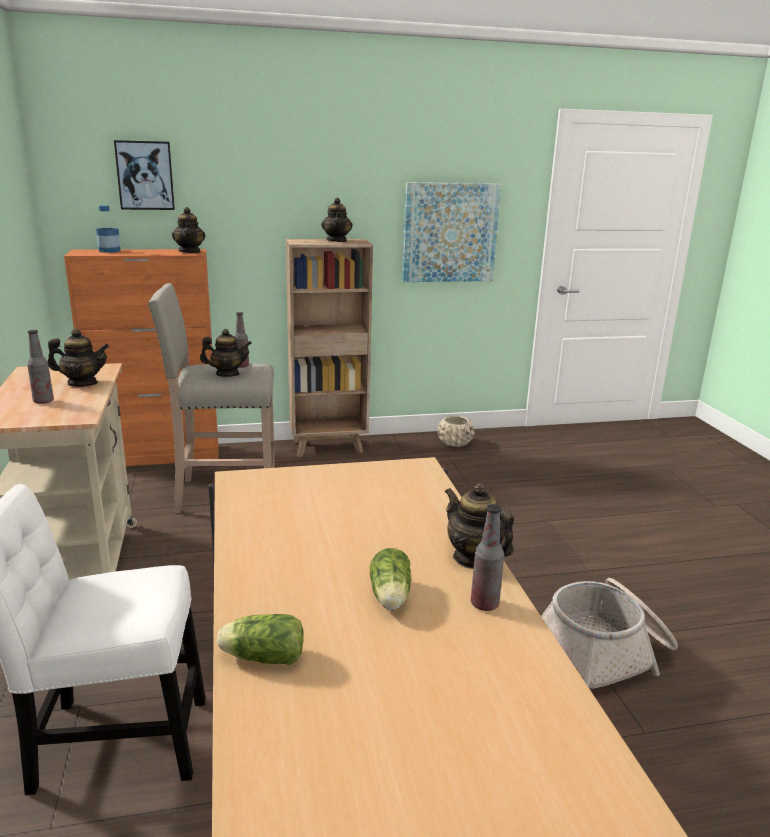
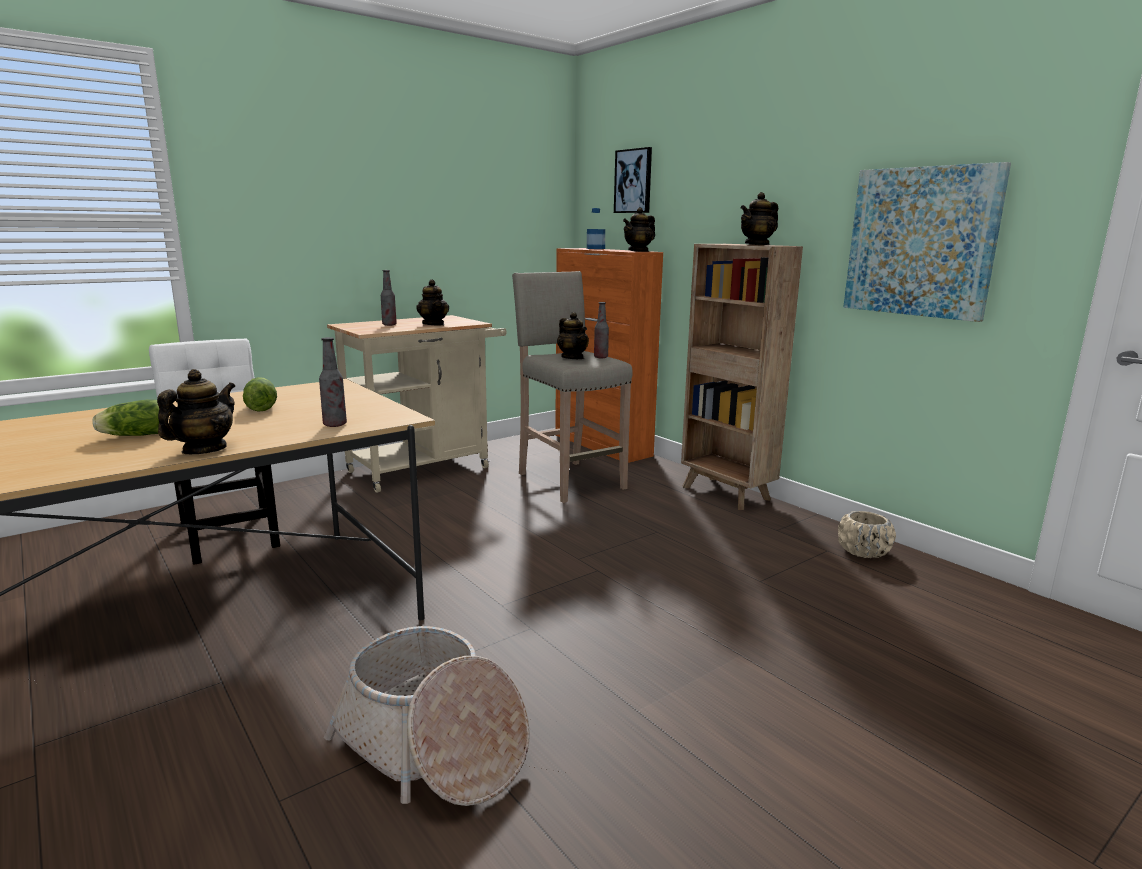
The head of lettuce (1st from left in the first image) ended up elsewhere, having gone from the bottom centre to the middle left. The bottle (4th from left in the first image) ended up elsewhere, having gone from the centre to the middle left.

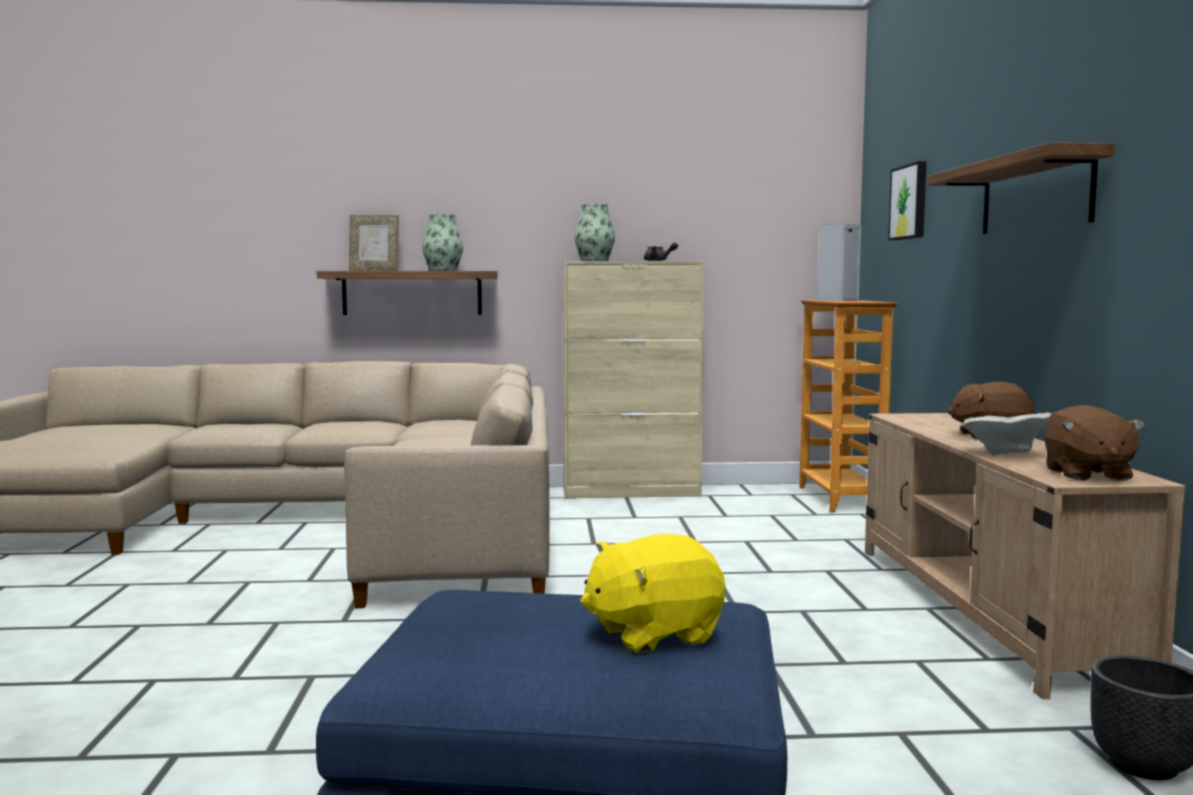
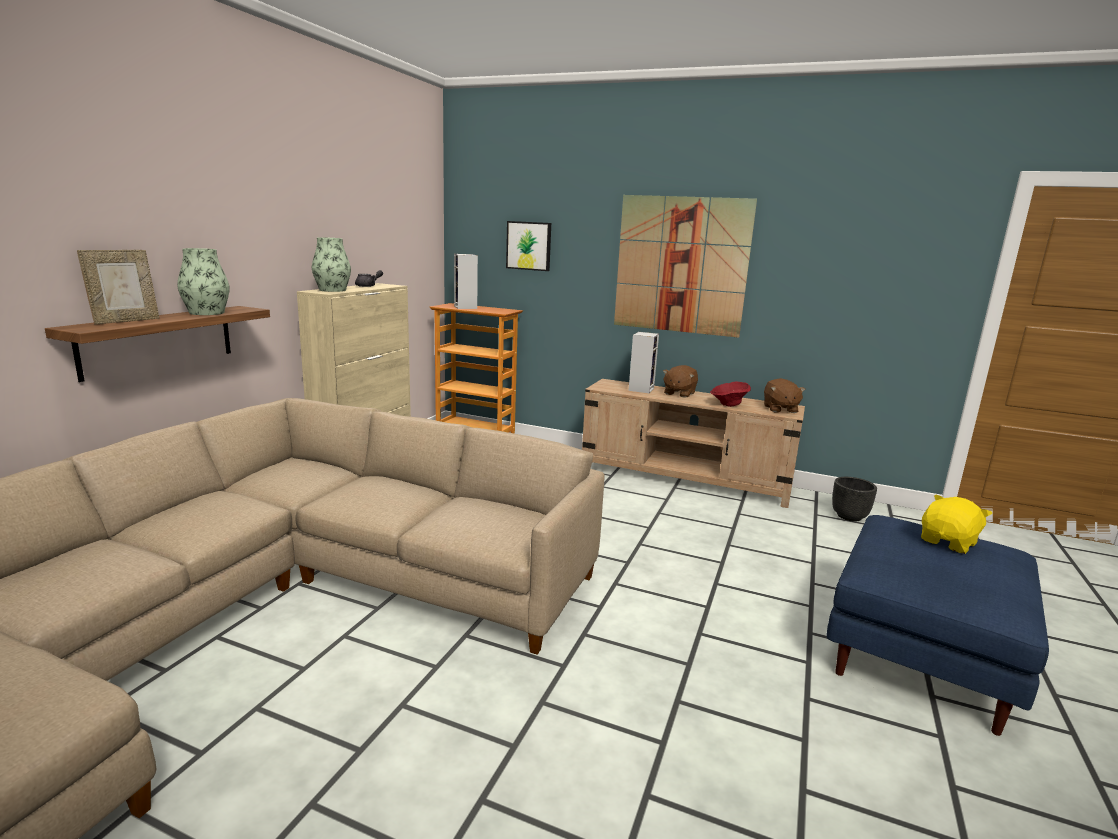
The second view gained the loudspeaker (2nd from left) at the centre. Where the wall shelf (2nd from left) hung at the top right, the wall picture (2nd from left) came to hang at the top centre. What was the sand-coloured bowl at the middle right turned into the red-coloured bowl at the centre. The yellow soft toy at the bottom centre ended up facing another way, 135 degrees counterclockwise from before. The brown-coloured soft toy (2nd from left) at the middle right ended up facing another way, 60 degrees clockwise from before.

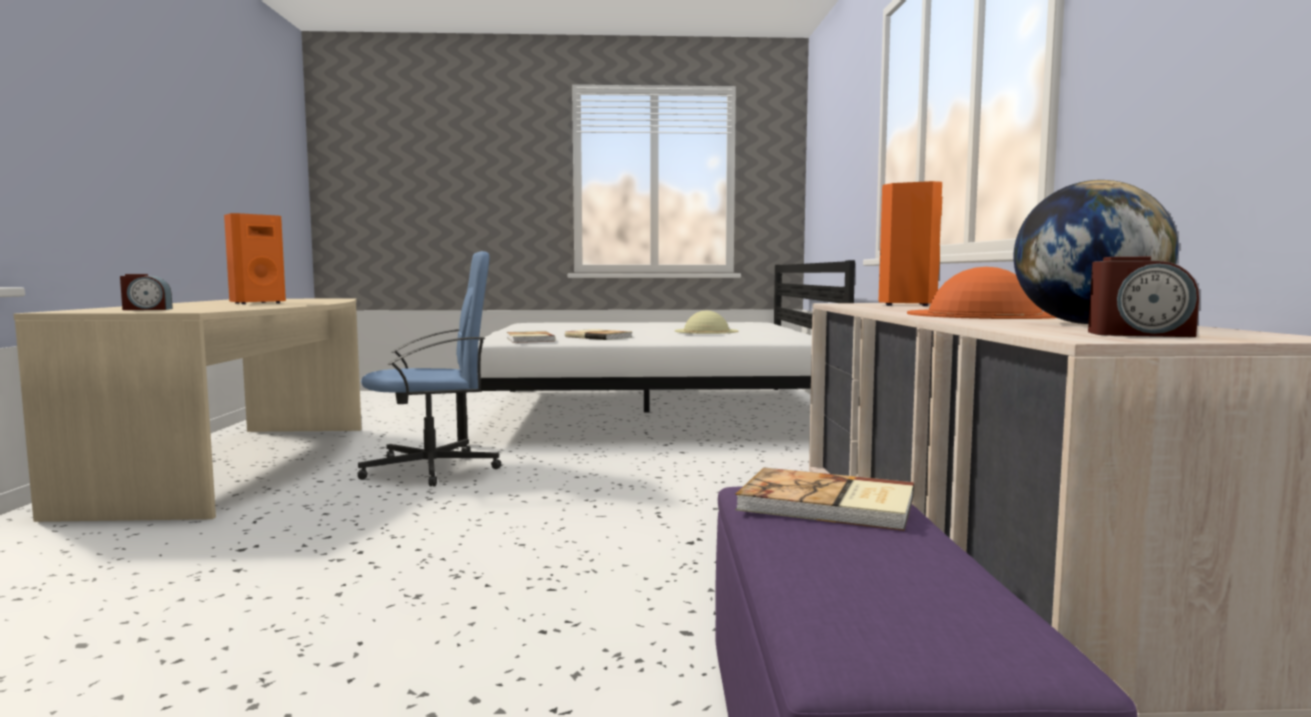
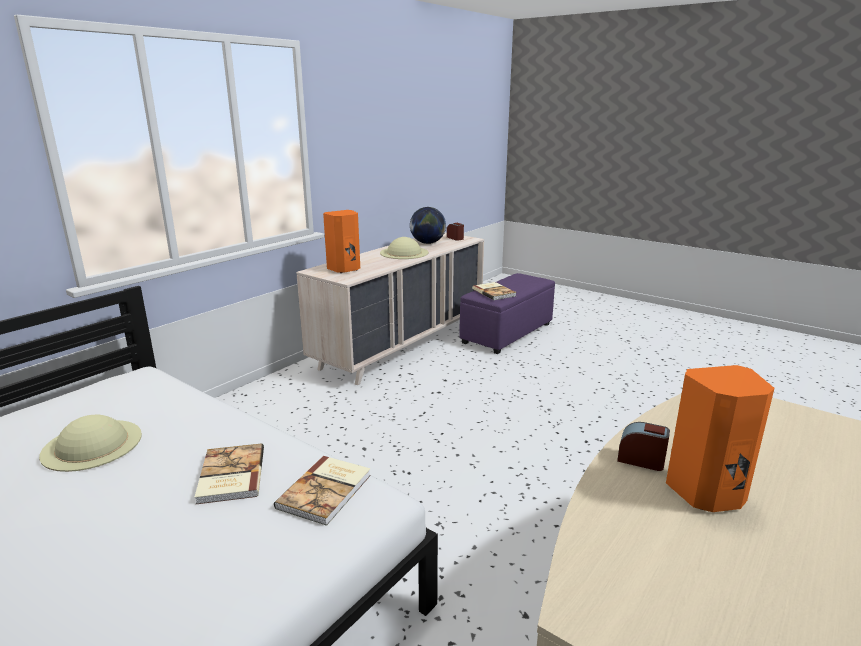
The second view lost the blue office chair at the middle left. The bedside clock (1st from left in the first image) ended up elsewhere, having gone from the middle left to the bottom right. What was the orangey wearable hat at the middle right turned into the sand-coloured wearable hat (2nd from left) at the centre.

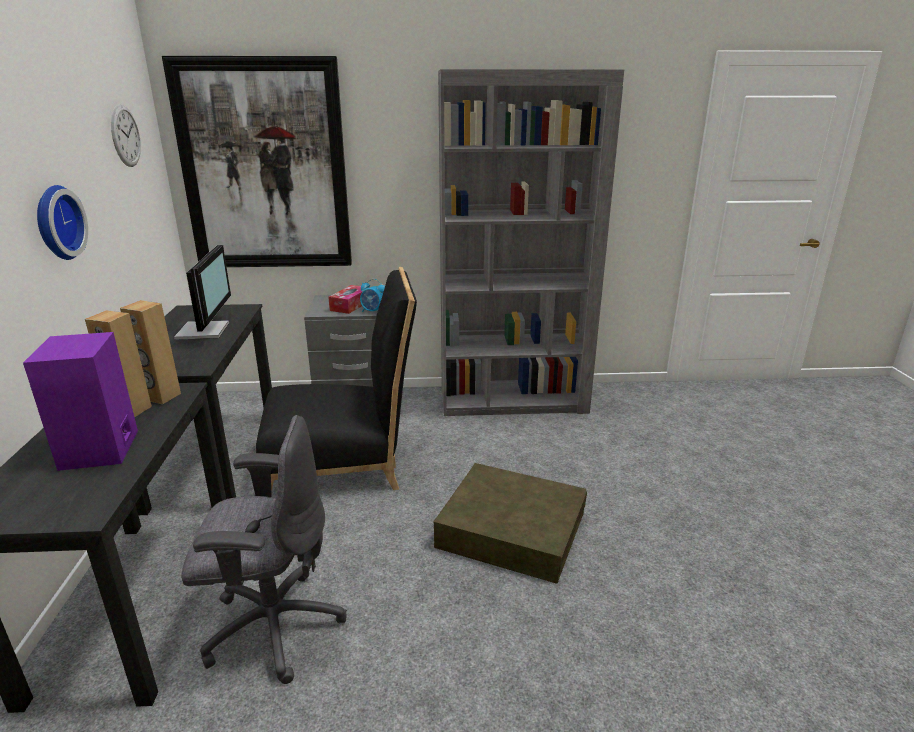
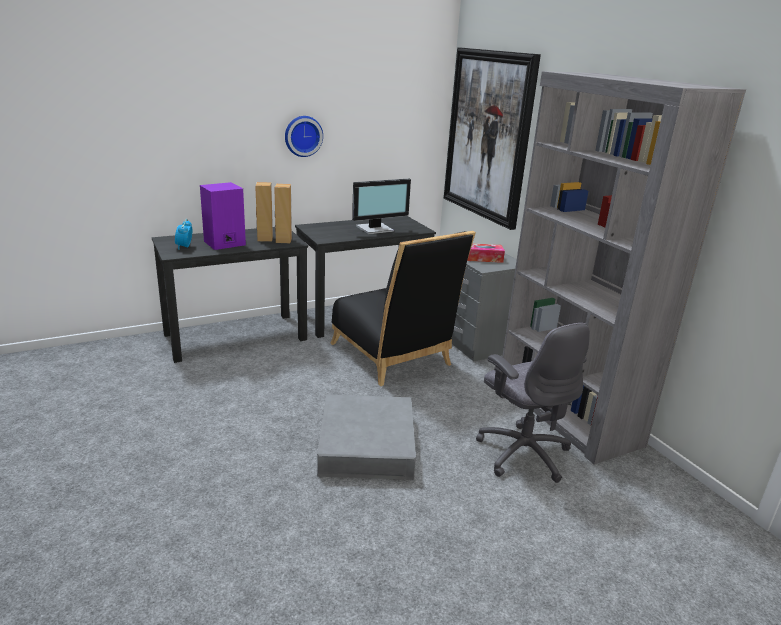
The second view lost the clock on the wall (2nd from left) at the top left. The greyish office chair ended up elsewhere, having gone from the bottom left to the middle right. The bedside clock ended up elsewhere, having gone from the centre to the middle left. What was the brown-coloured storage box at the bottom centre turned into the greyish storage box at the bottom centre.

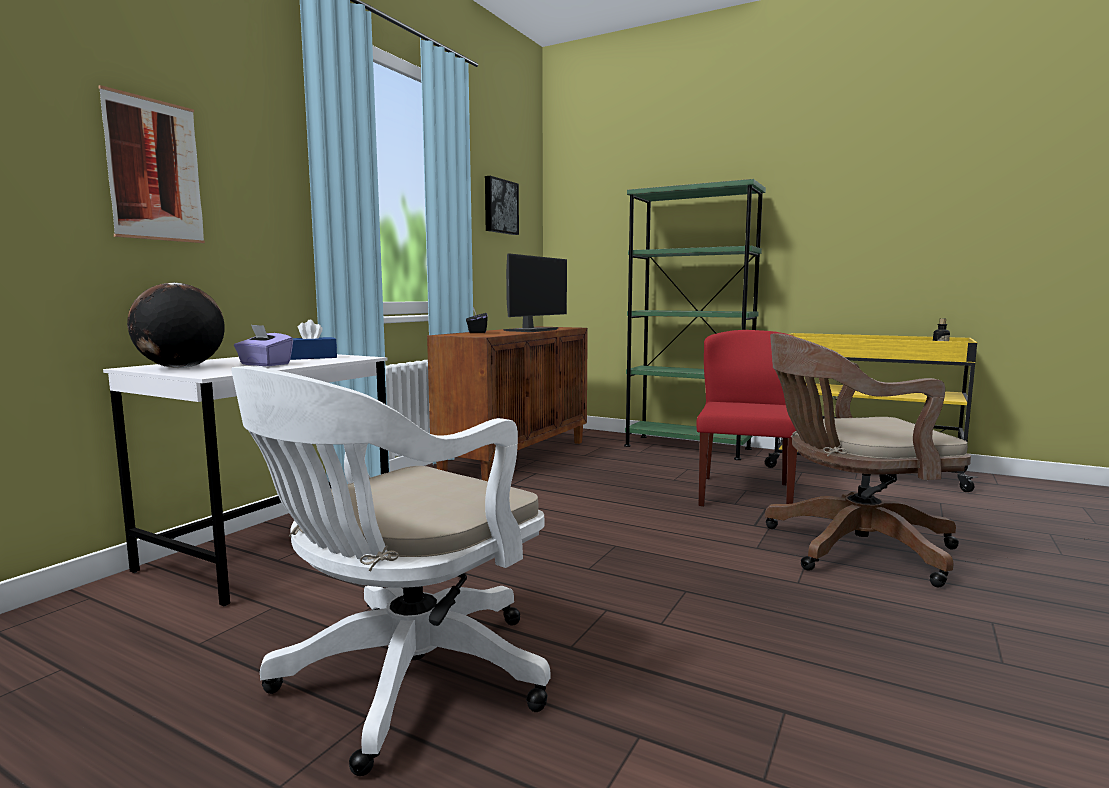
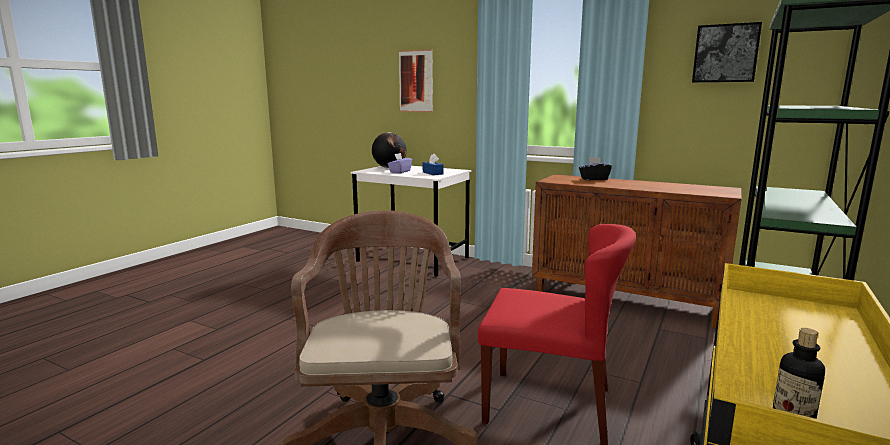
The second view lost the white-coloured office chair at the bottom centre. The second view lost the computer display at the centre.

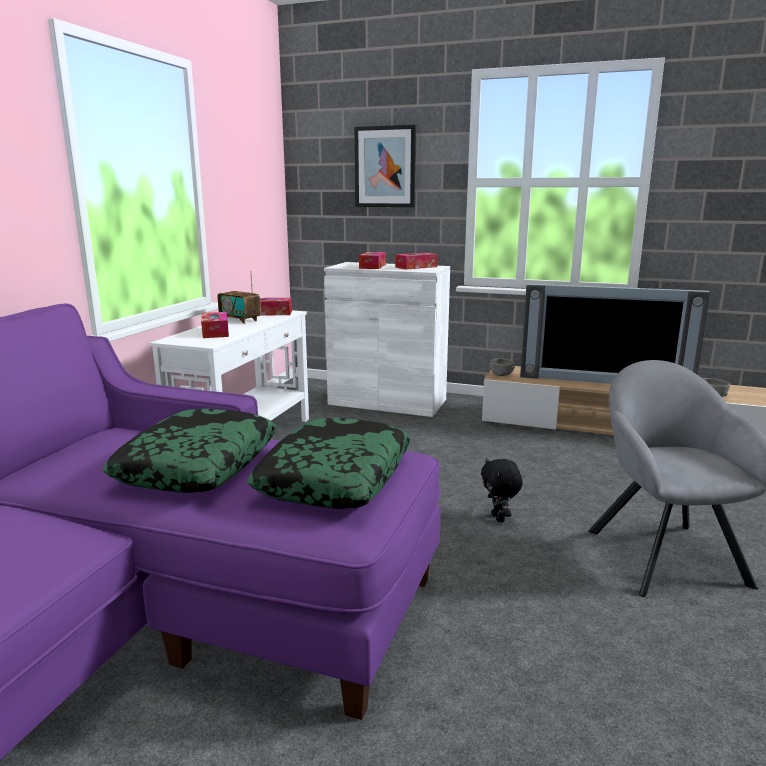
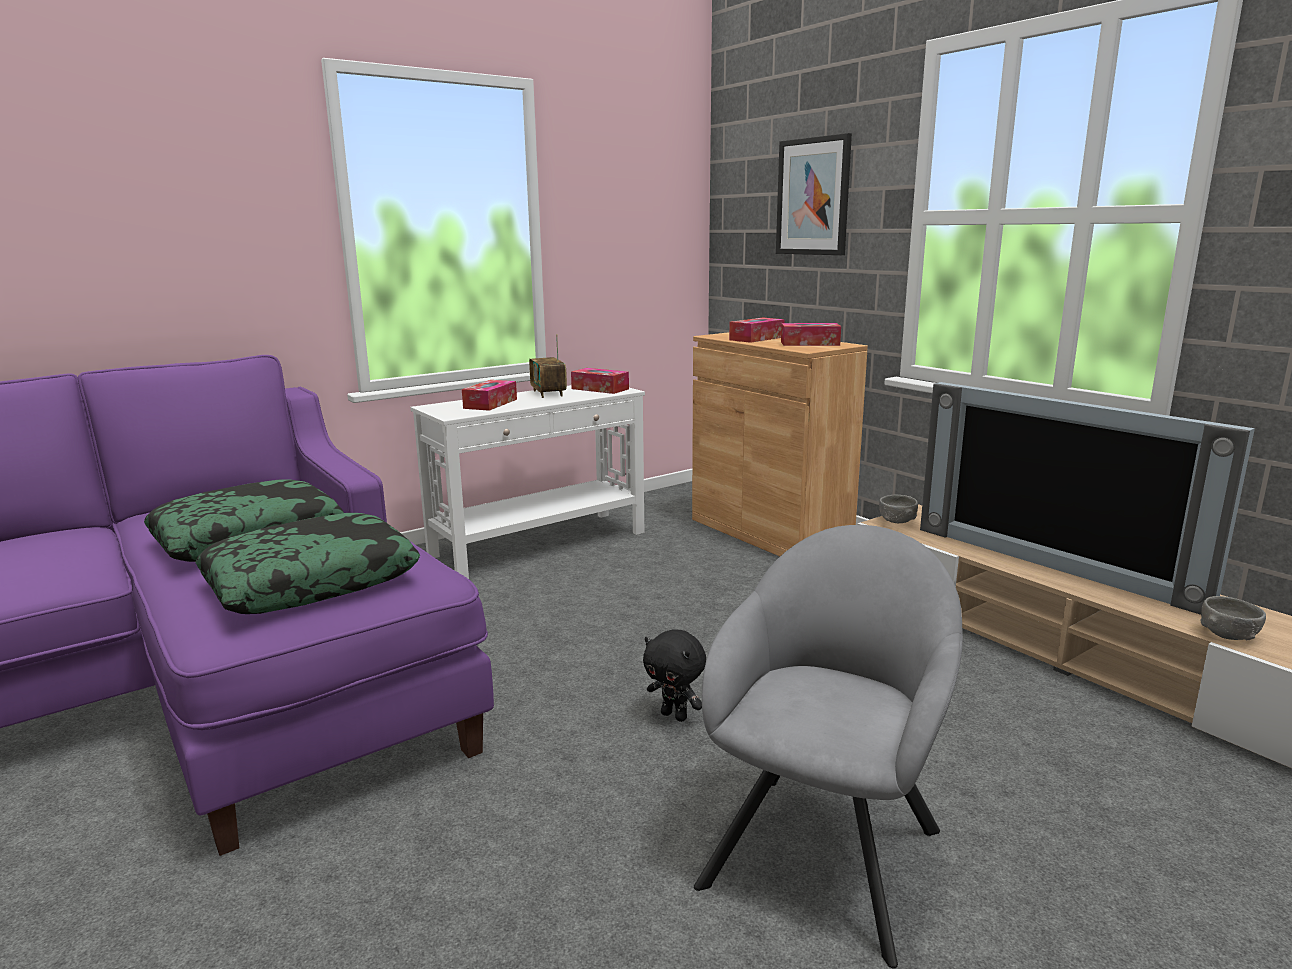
What was the white-coloured cabinet at the centre turned into the brown-coloured cabinet at the centre. The black-coloured soft toy at the centre ended up facing another way, 75 degrees counterclockwise from before.

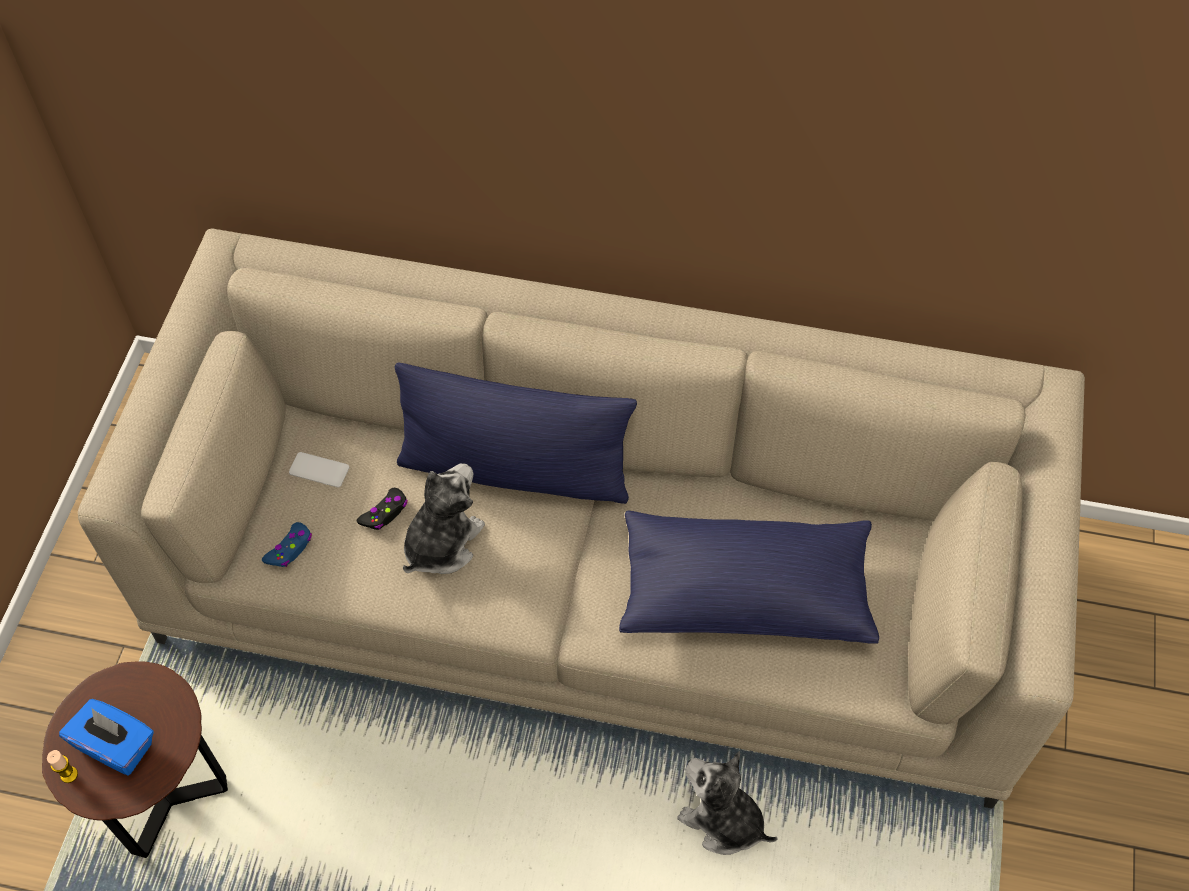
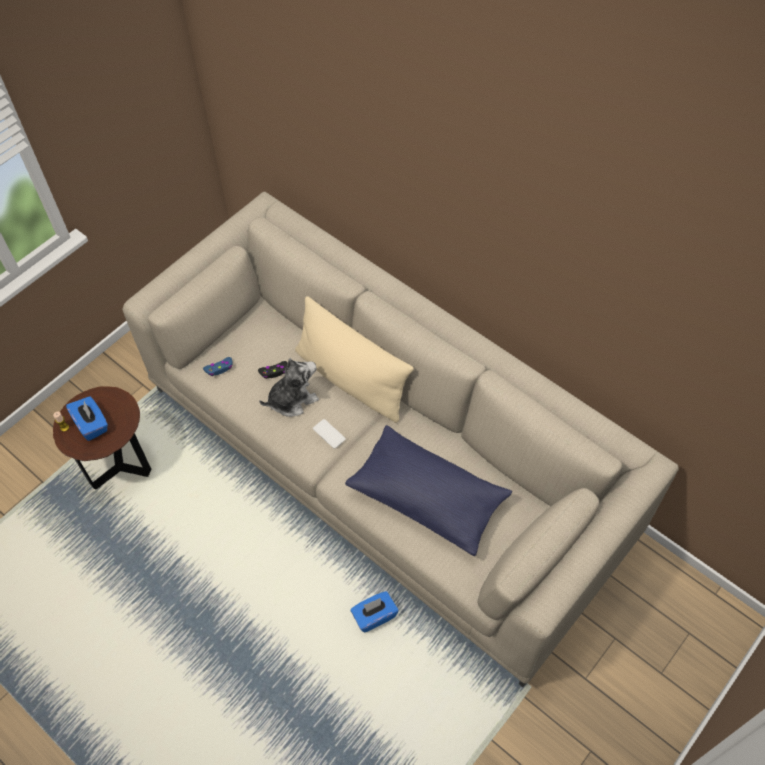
The telephone ended up elsewhere, having gone from the middle left to the centre. Where the soft toy (2nd from left) stood at the bottom centre, the blue tissue box (2nd from left) came to stand at the bottom centre. What was the blue throw pillow (1st from left) at the centre turned into the sand-coloured throw pillow at the centre.

